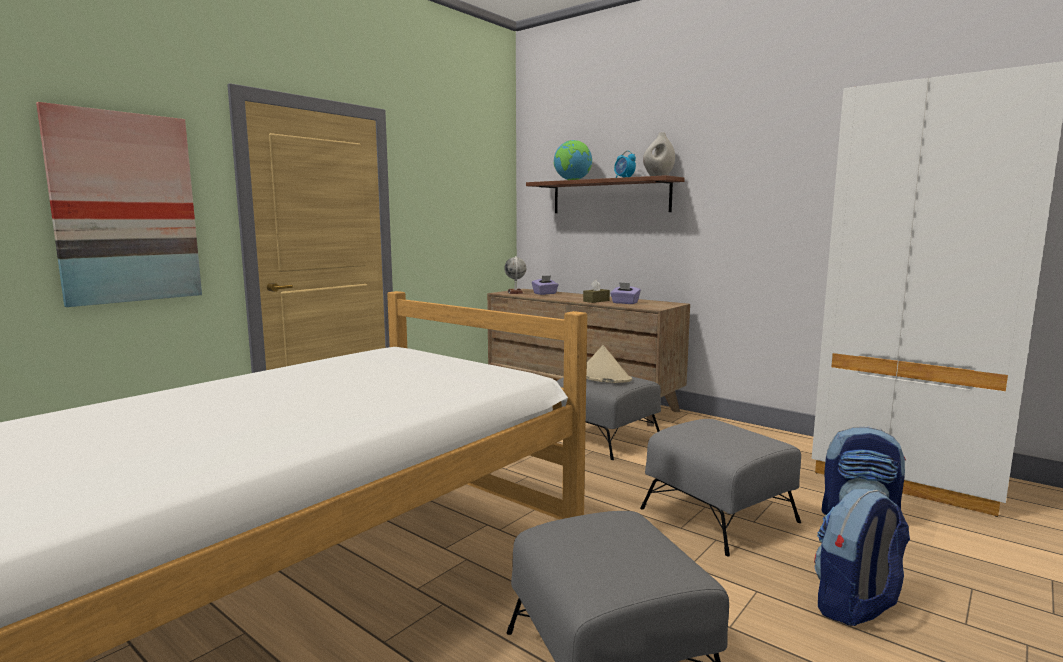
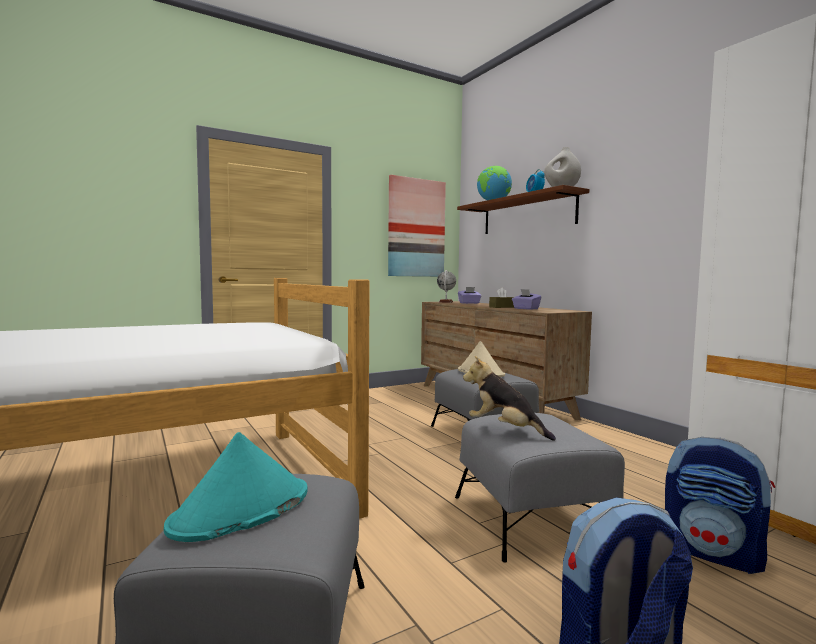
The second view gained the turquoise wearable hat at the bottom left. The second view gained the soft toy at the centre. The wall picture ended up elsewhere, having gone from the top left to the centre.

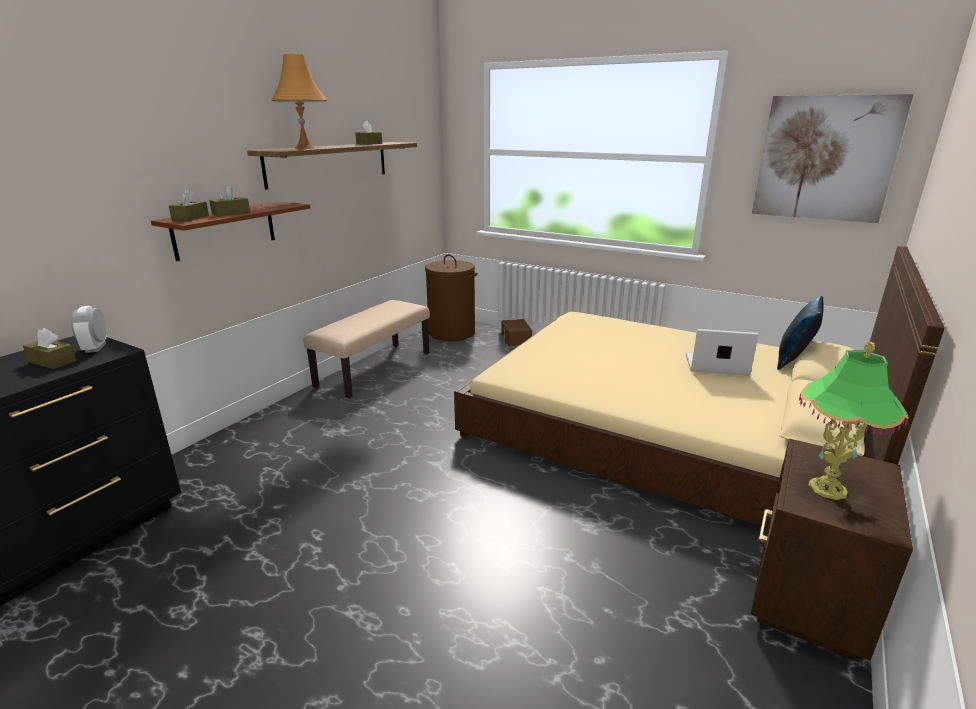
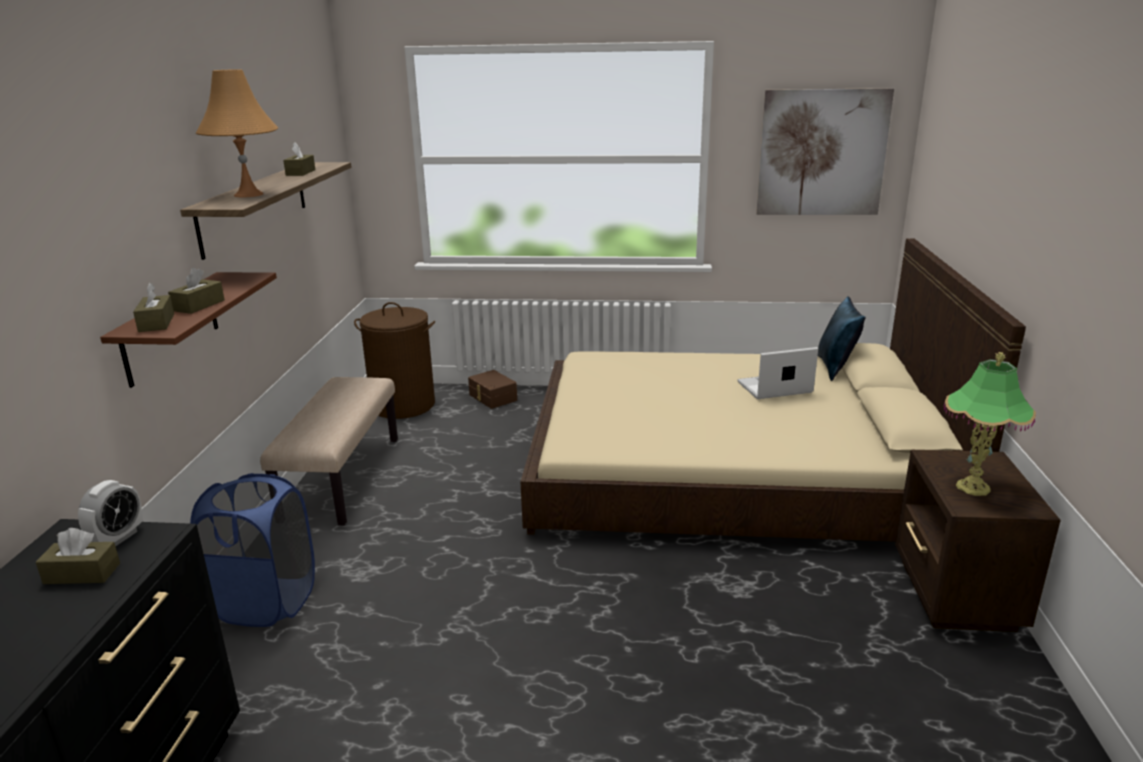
The second view gained the blue washing basket at the bottom left. The bedside clock at the middle left ended up facing another way, 120 degrees counterclockwise from before.

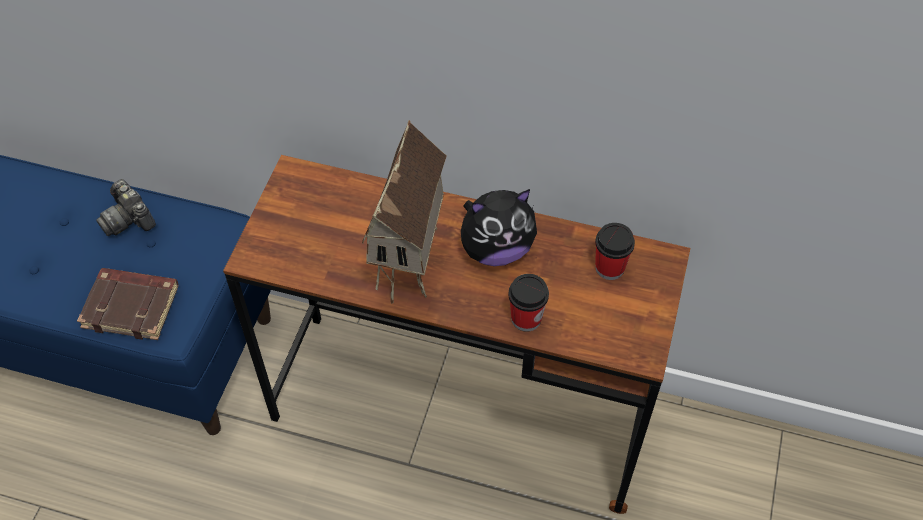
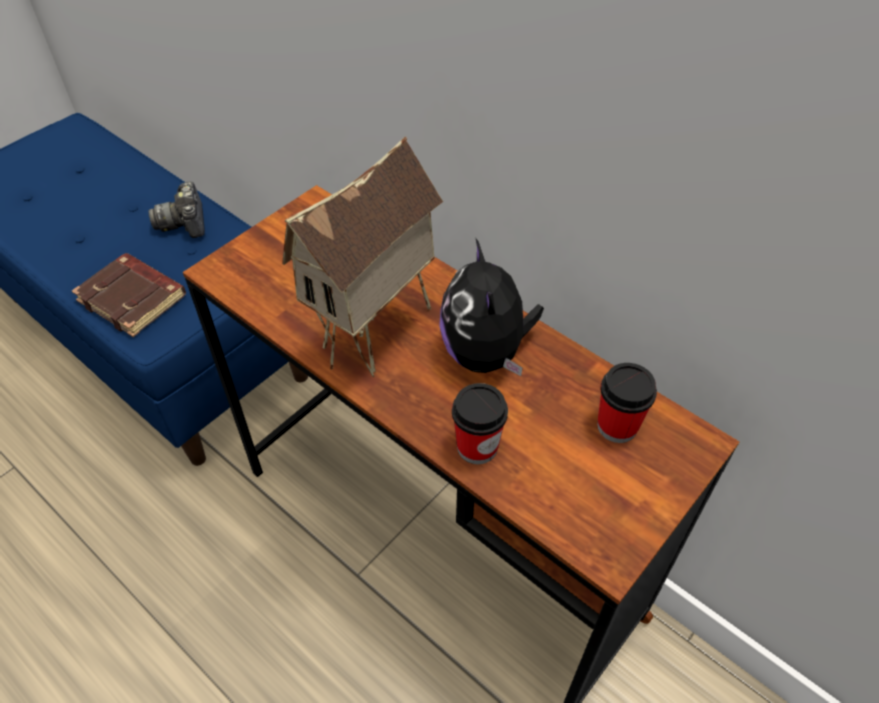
The soft toy at the centre ended up facing another way, 75 degrees clockwise from before.

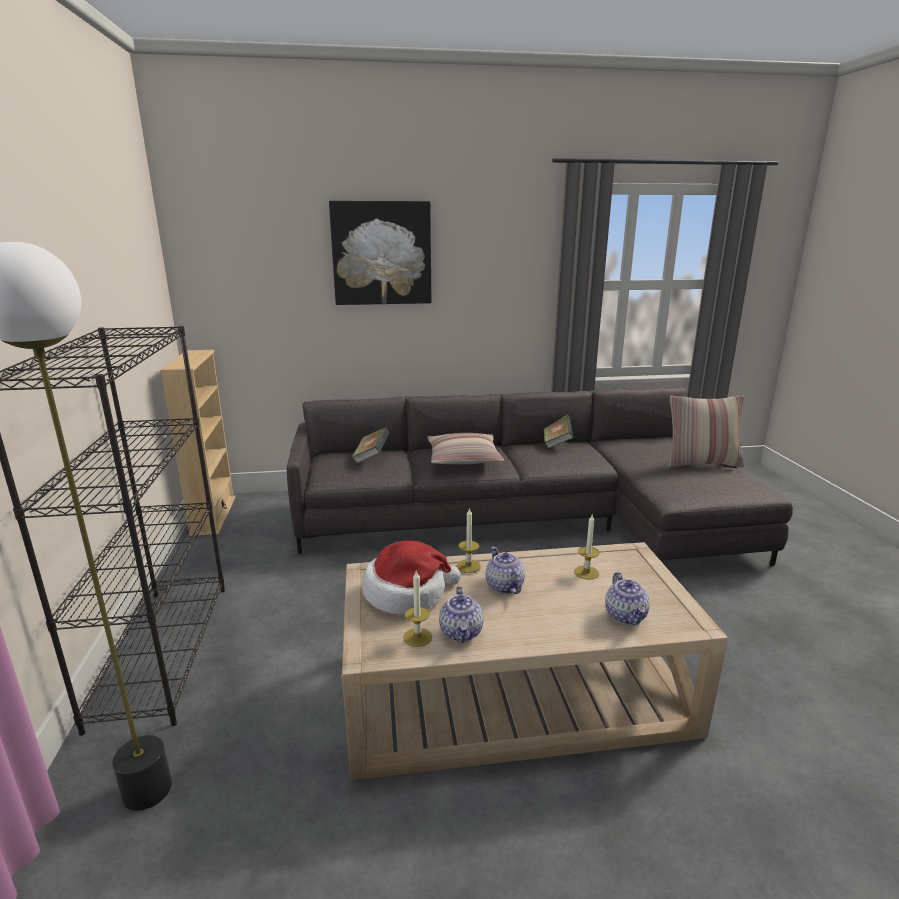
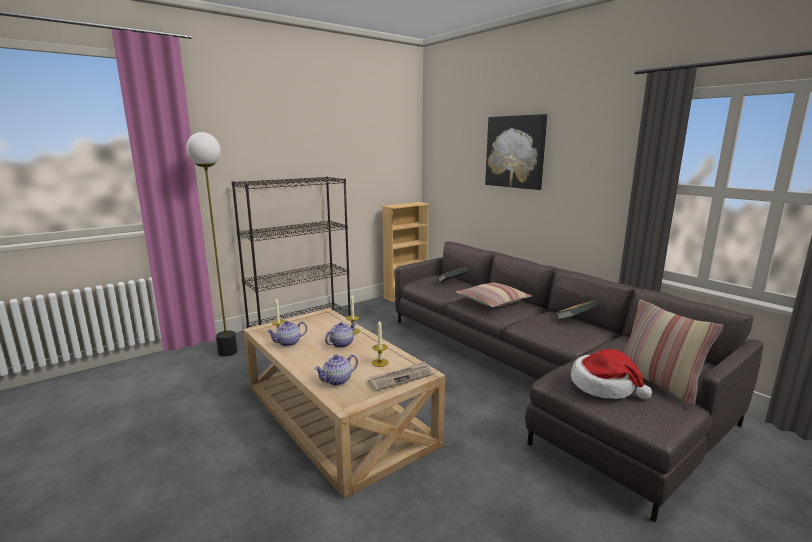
The second view gained the printed paper at the bottom centre. The wearable hat ended up elsewhere, having gone from the centre to the bottom right.

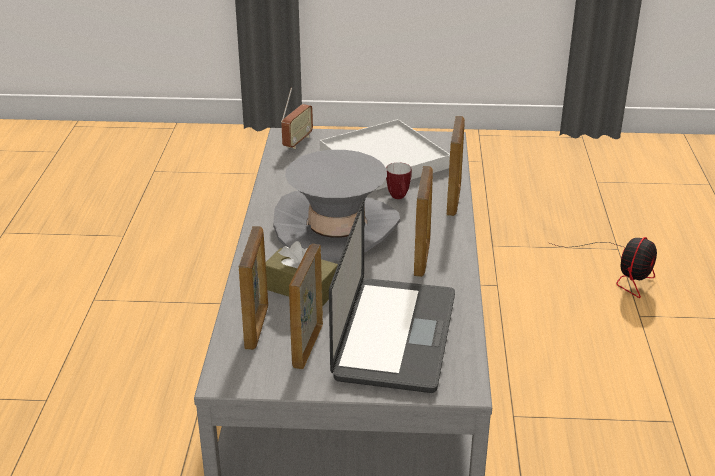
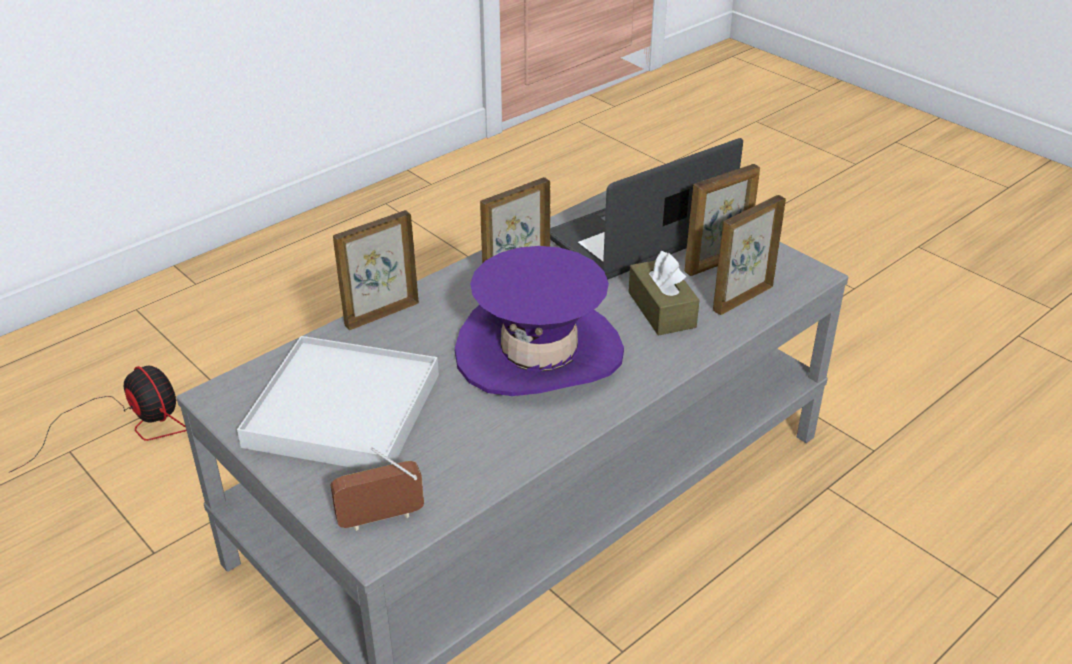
The second view lost the mug at the centre. What was the greyish wearable hat at the centre turned into the purple-coloured wearable hat at the centre. The fan at the middle right ended up facing another way, 60 degrees clockwise from before.

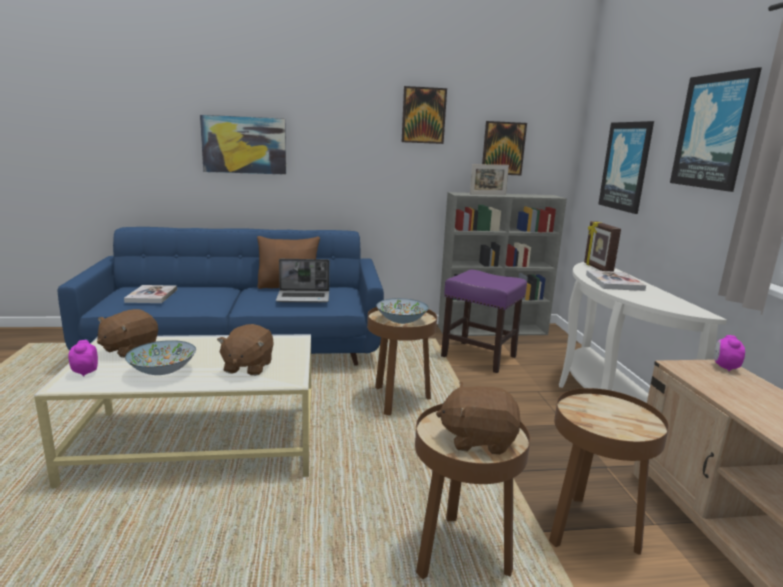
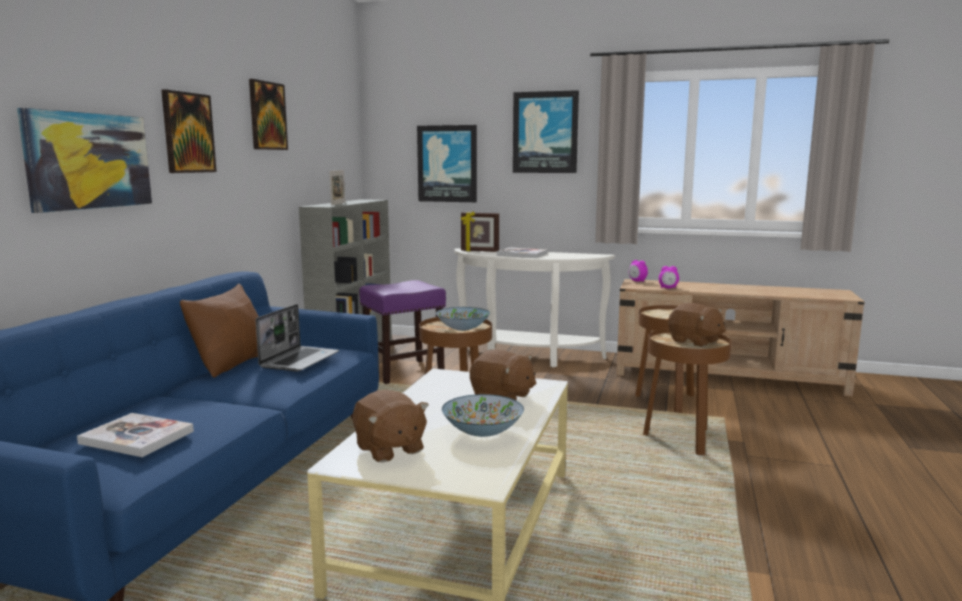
The bedside clock (1st from left in the first image) ended up elsewhere, having gone from the middle left to the middle right. The wall picture (3rd from left in the first image) ended up elsewhere, having gone from the top centre to the top left. The brown-coloured soft toy (3rd from left) at the bottom centre ended up facing another way, 75 degrees counterclockwise from before.

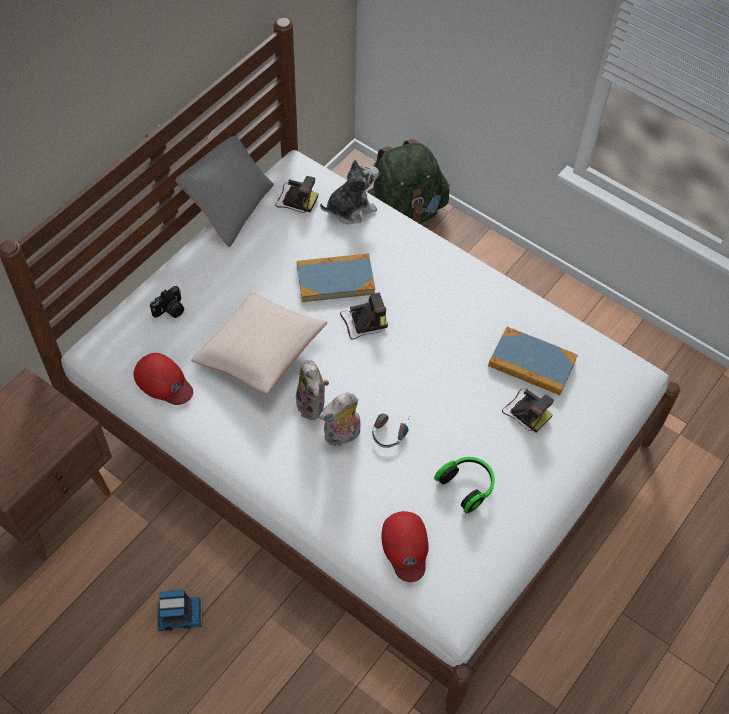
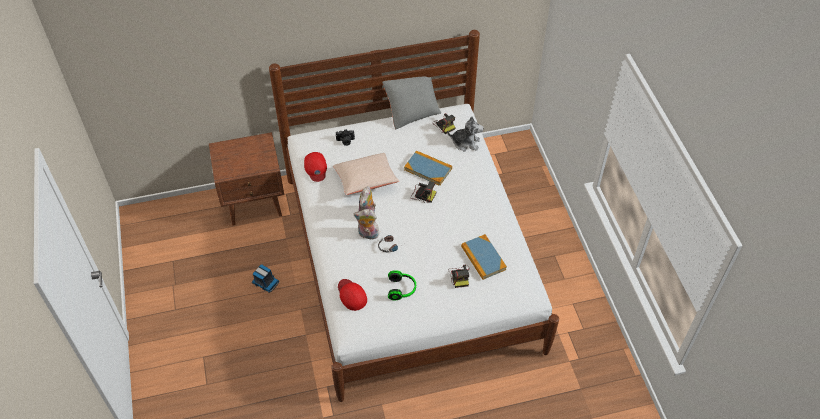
The second view lost the green-coloured backpack at the top centre. The red-coloured peaked cap (2nd from left) at the bottom centre ended up facing another way, 120 degrees clockwise from before.

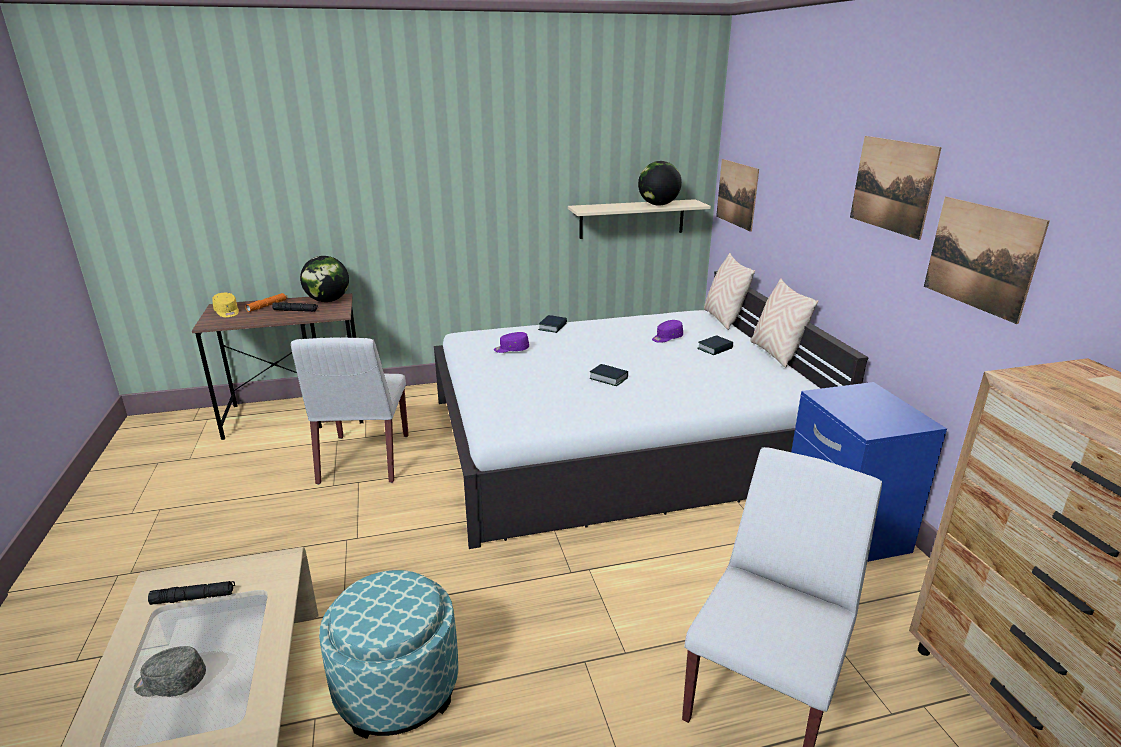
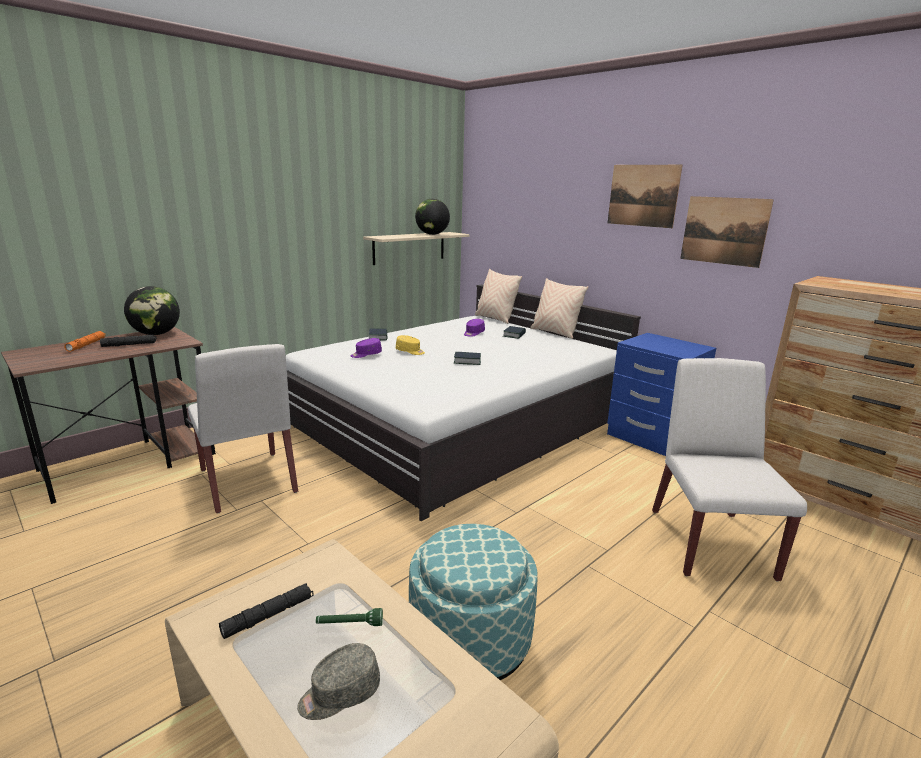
The second view lost the wall picture (1st from left) at the top centre. The second view gained the green-coloured flashlight at the bottom centre. The yellow peaked cap ended up elsewhere, having gone from the middle left to the centre.

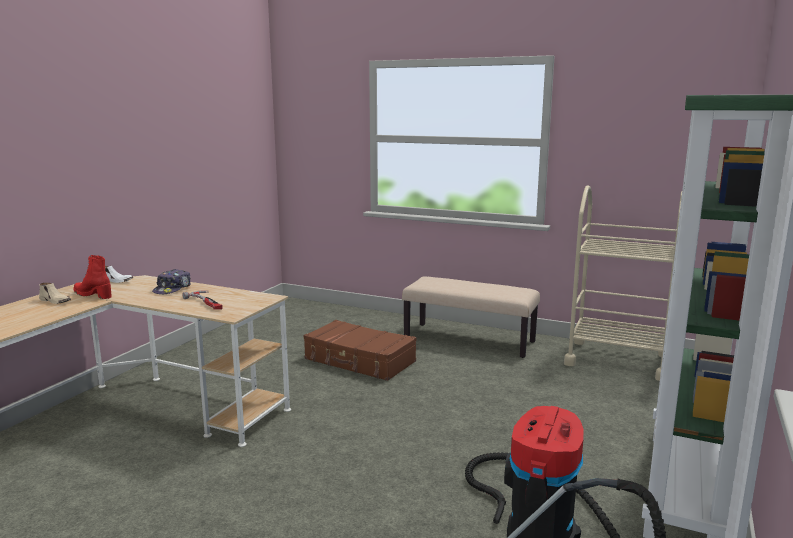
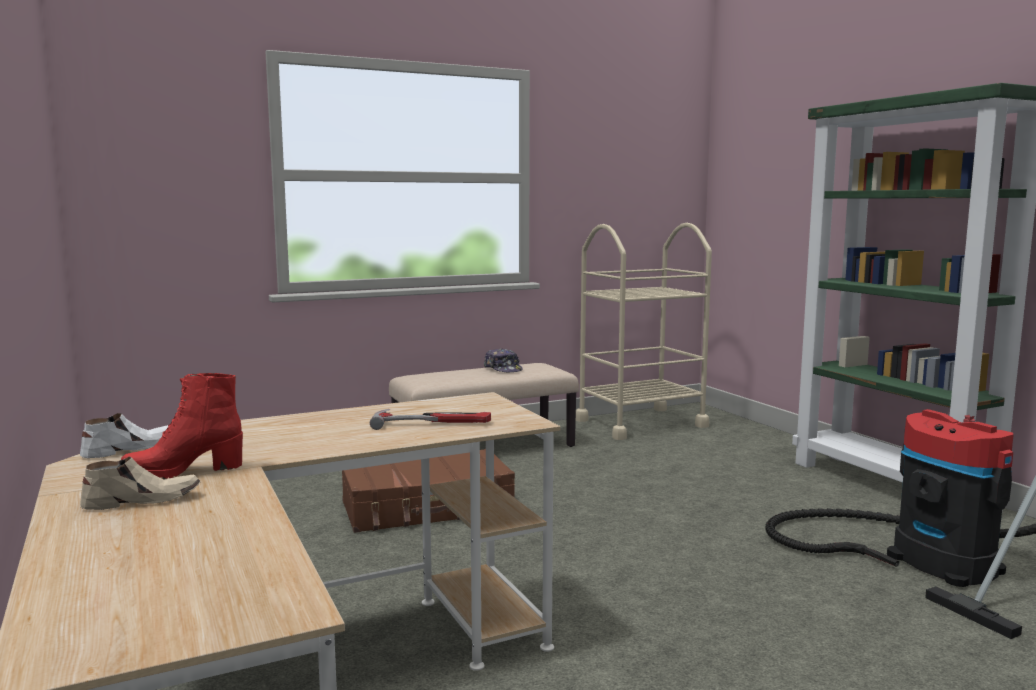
The peaked cap ended up elsewhere, having gone from the middle left to the centre.

